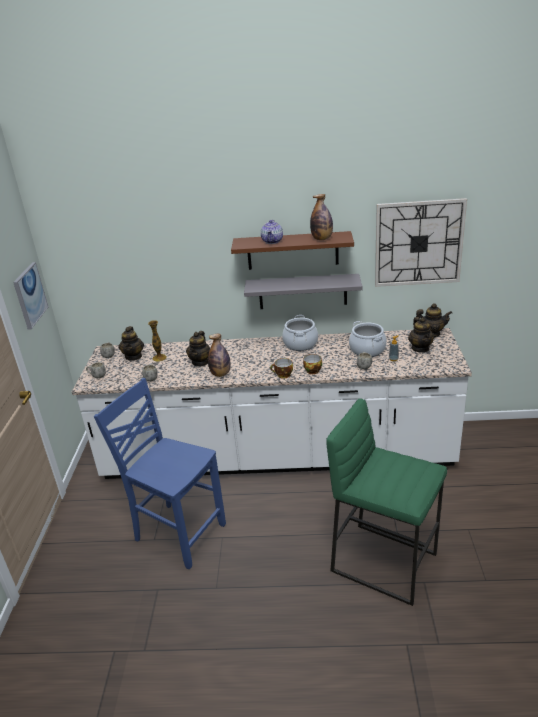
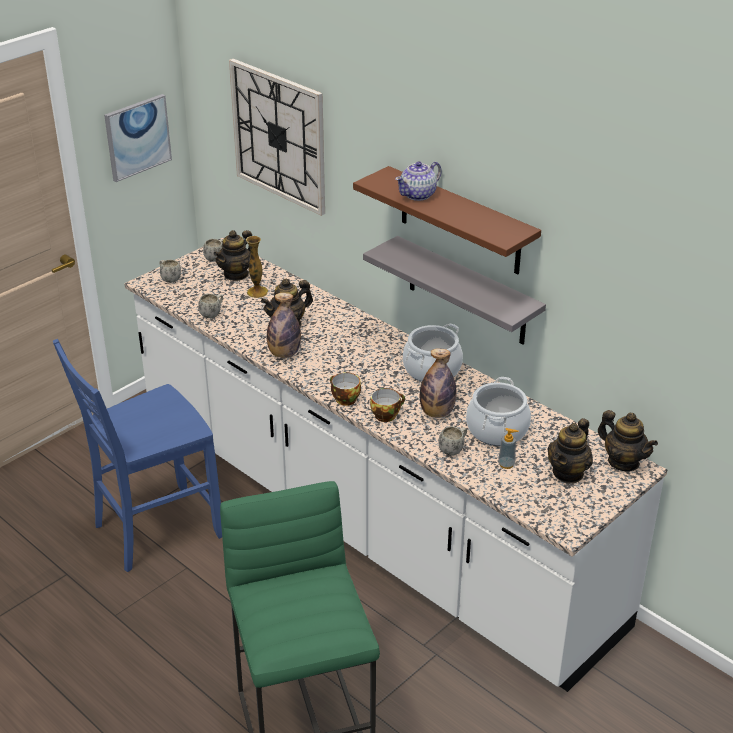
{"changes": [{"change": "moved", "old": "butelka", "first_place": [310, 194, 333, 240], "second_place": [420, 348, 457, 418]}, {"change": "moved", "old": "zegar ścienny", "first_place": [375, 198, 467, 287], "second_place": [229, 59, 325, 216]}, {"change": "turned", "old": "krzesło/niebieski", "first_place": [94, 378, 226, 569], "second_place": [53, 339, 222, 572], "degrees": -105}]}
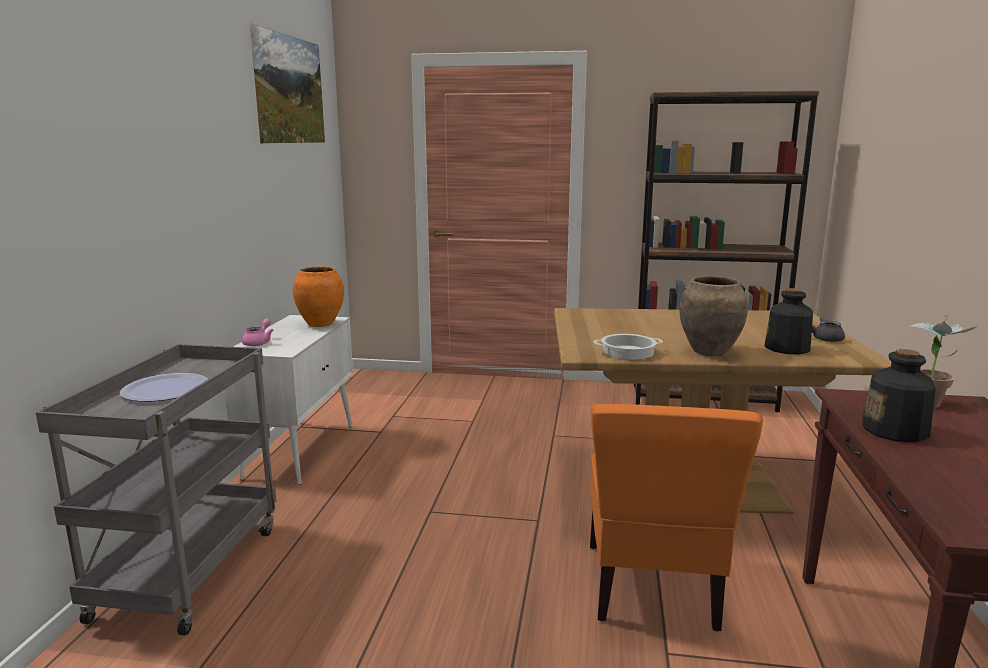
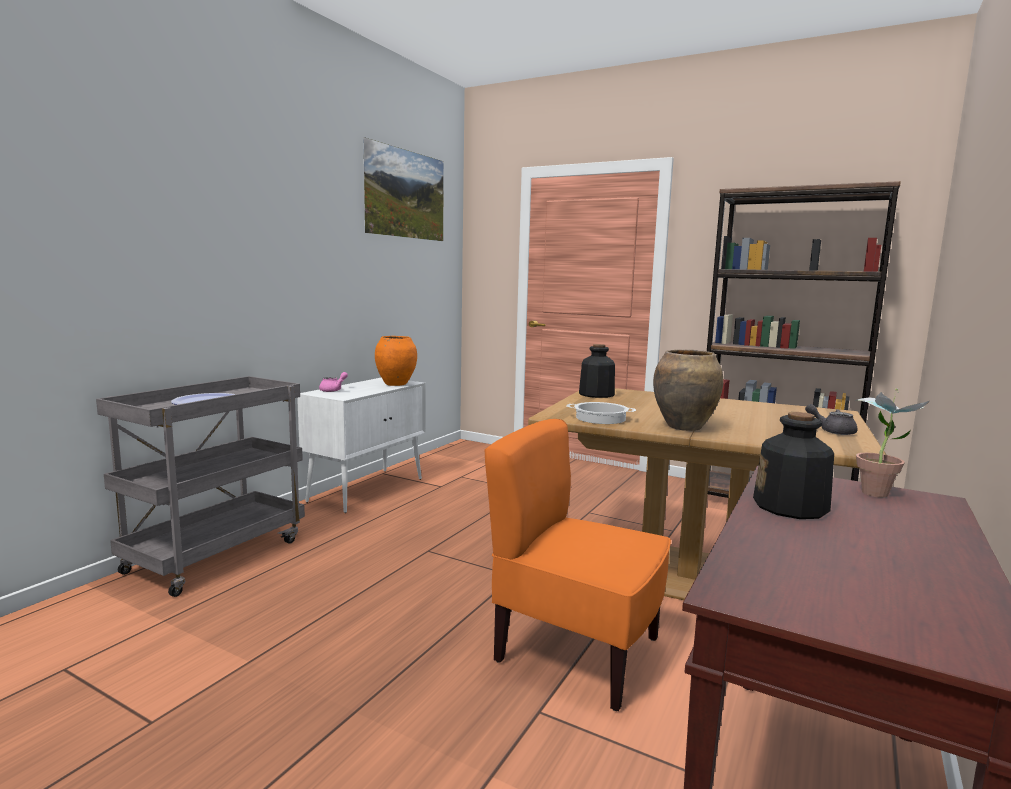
{"changes": [{"change": "moved", "old": "butelka", "first_place": [764, 288, 813, 354], "second_place": [579, 344, 615, 398]}, {"change": "turned", "old": "krzesło/pomarańczowy", "first_place": [590, 404, 763, 631], "second_place": [485, 419, 671, 711], "degrees": 90}]}
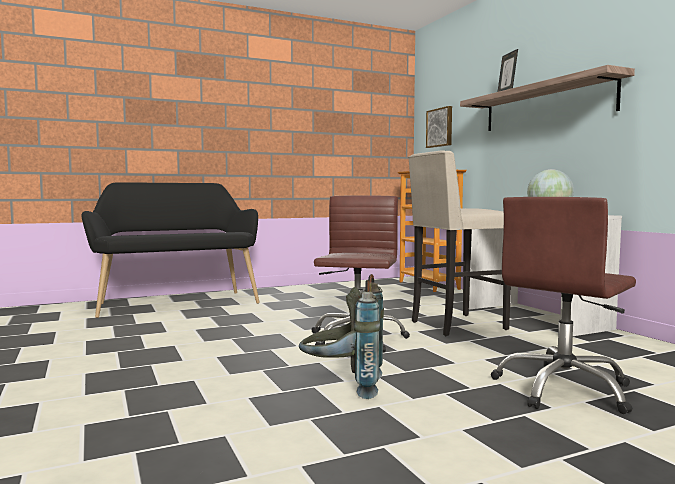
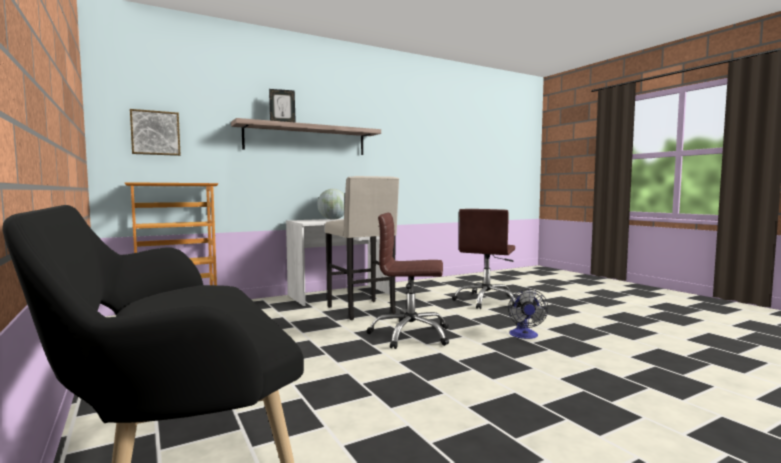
{"changes": [{"change": "replaced", "old": "plecak/szary", "new": "wentylator", "first_place": [299, 274, 384, 399], "second_place": [508, 289, 549, 339]}, {"change": "turned", "old": "krzesło biurowe/brązowy", "first_place": [491, 197, 636, 414], "second_place": [452, 209, 516, 309], "degrees": 75}]}
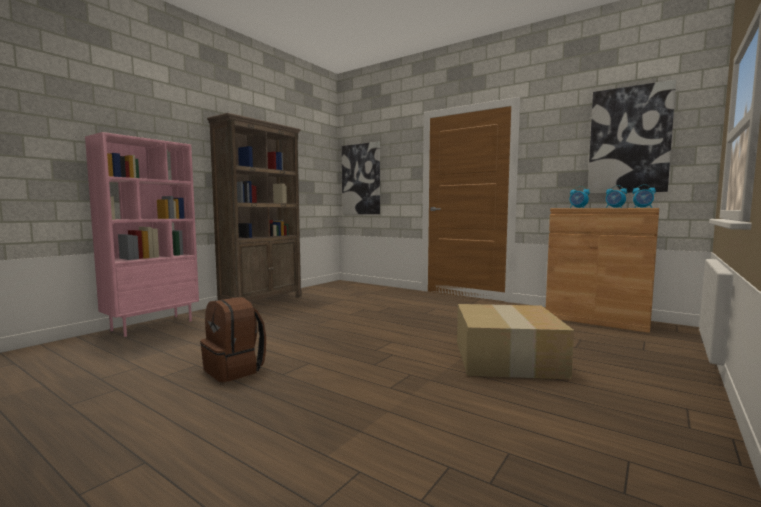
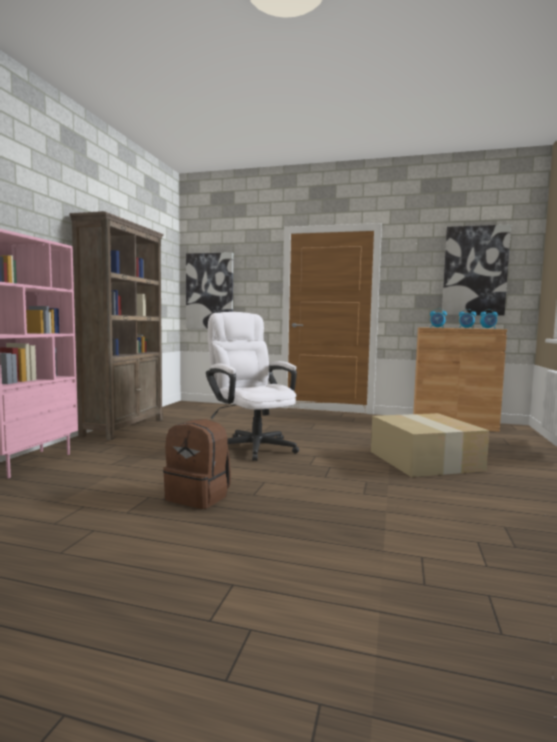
{"changes": [{"change": "added", "new": "krzesło biurowe/biały", "second_place": [206, 312, 299, 461]}]}
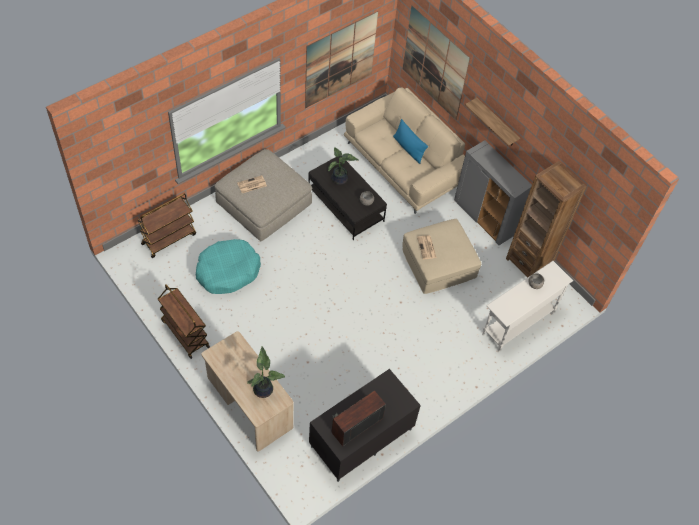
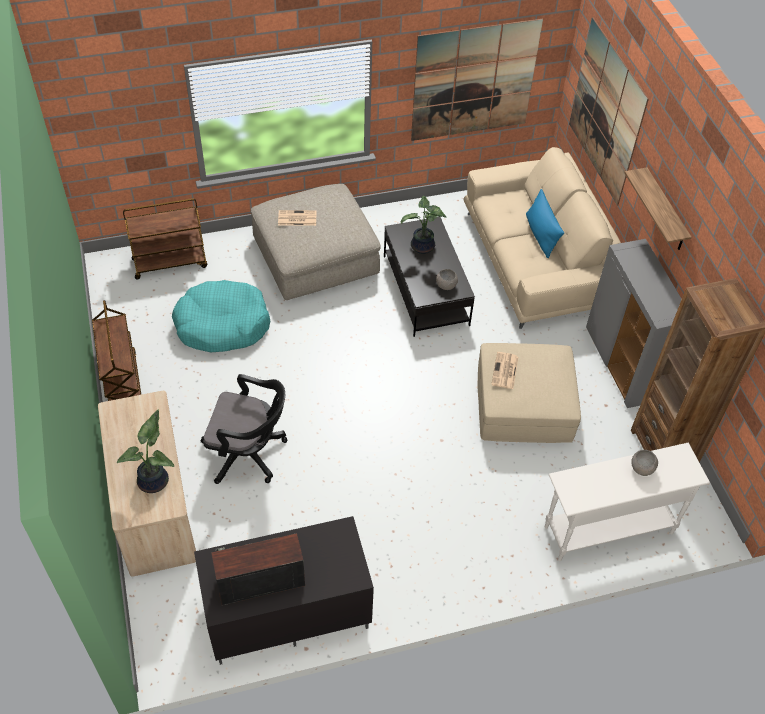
{"changes": [{"change": "added", "new": "krzesło biurowe/czarny", "second_place": [201, 374, 287, 484]}]}
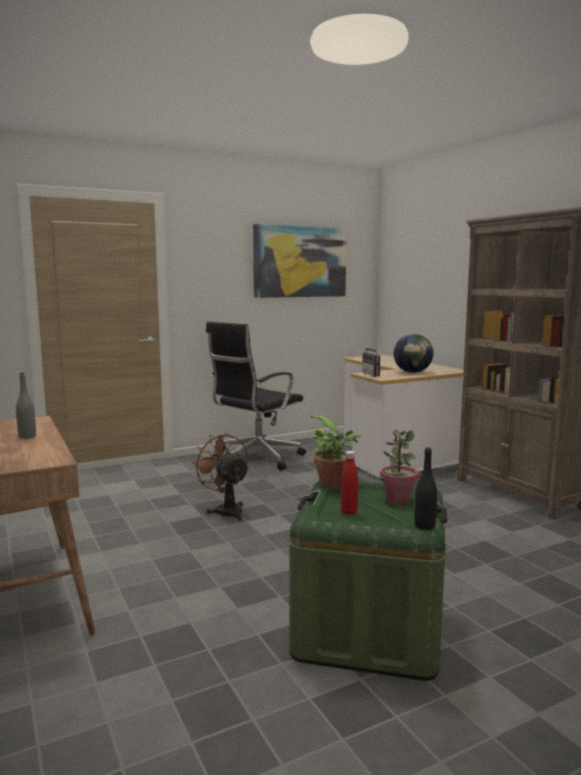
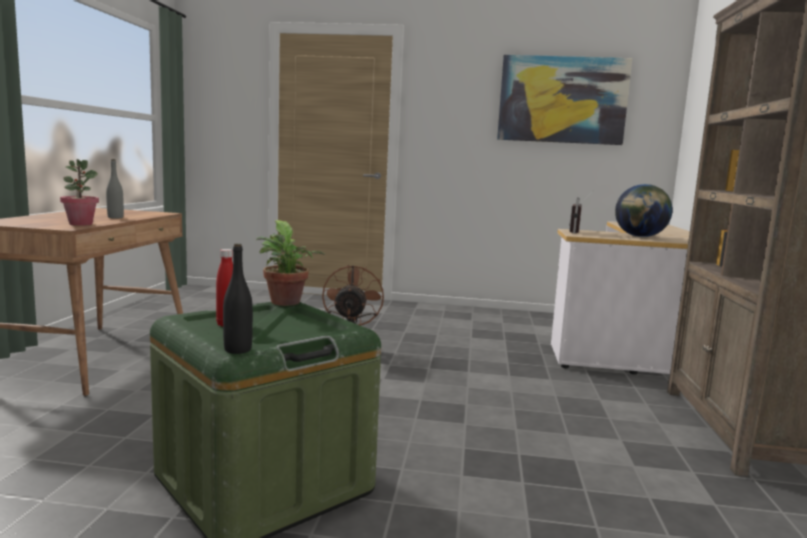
{"changes": [{"change": "removed", "old": "krzesło biurowe/czarny", "first_place": [206, 321, 306, 471]}, {"change": "moved", "old": "roślina doniczkowa", "first_place": [380, 430, 419, 504], "second_place": [60, 159, 99, 226]}]}
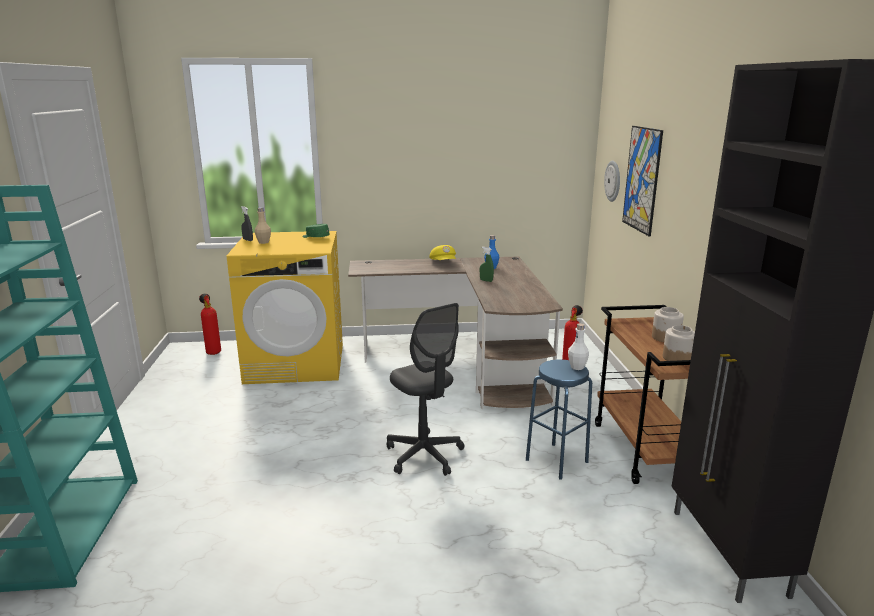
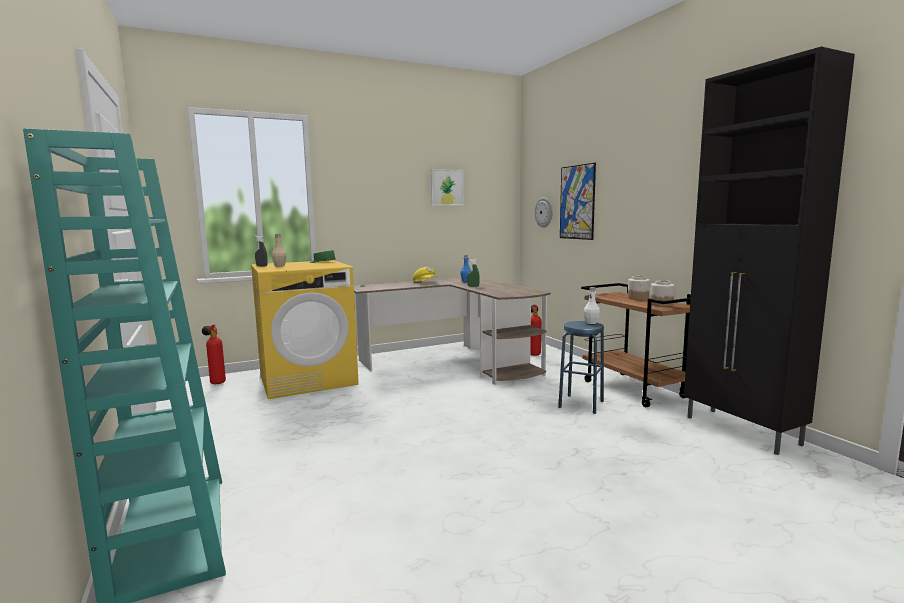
{"changes": [{"change": "removed", "old": "krzesło biurowe/szary", "first_place": [387, 303, 464, 476]}, {"change": "added", "new": "obraz", "second_place": [431, 169, 464, 205]}]}
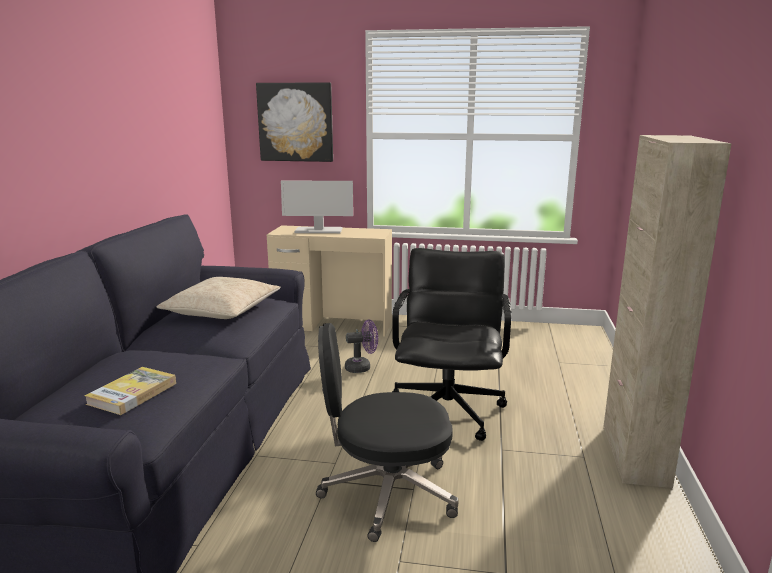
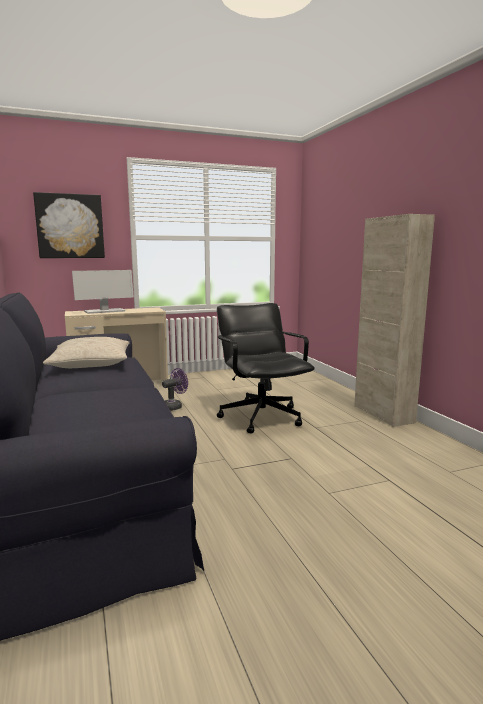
{"changes": [{"change": "removed", "old": "książka", "first_place": [84, 367, 176, 415]}, {"change": "removed", "old": "krzesło biurowe/czarny", "first_place": [316, 323, 459, 542]}]}
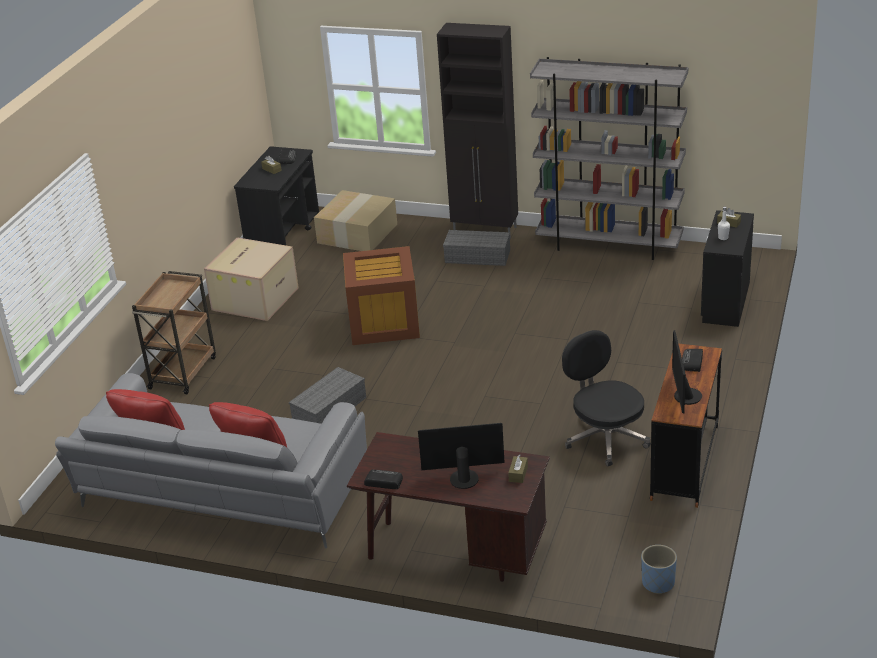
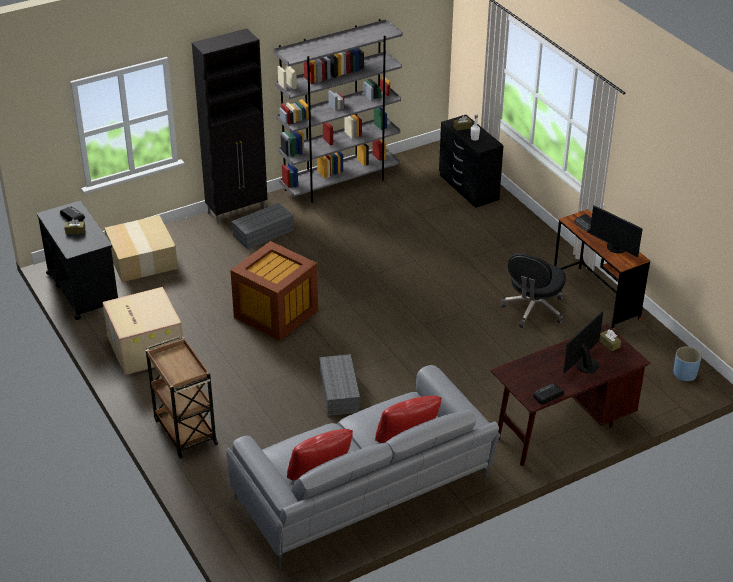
{"changes": [{"change": "turned", "old": "krzesło biurowe/czarny", "first_place": [562, 330, 651, 467], "second_place": [501, 253, 566, 328], "degrees": -75}]}
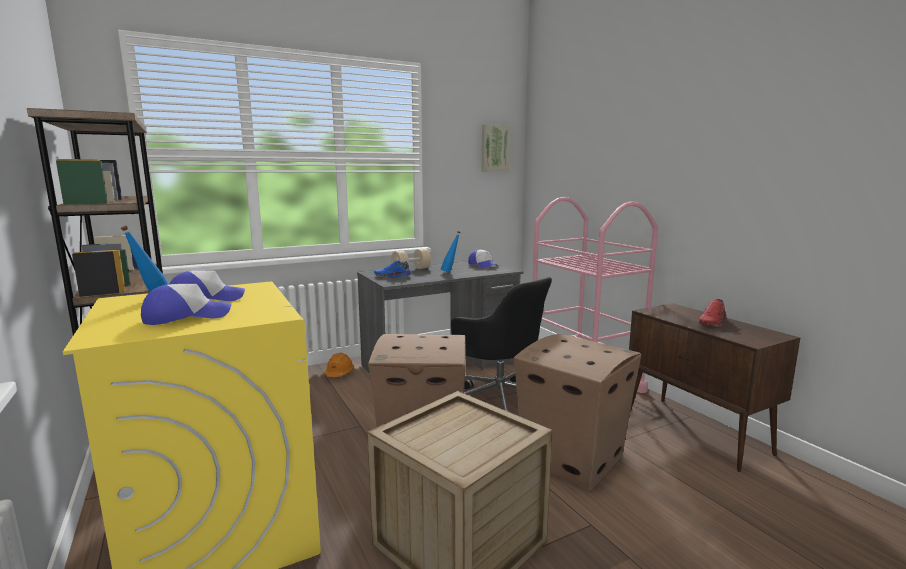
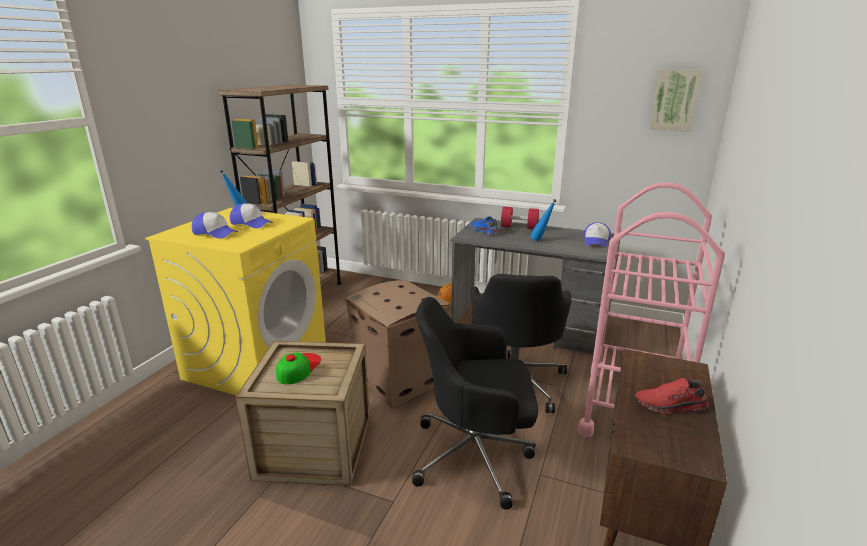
{"changes": [{"change": "added", "new": "czapka z daszkiem", "second_place": [276, 353, 321, 384]}, {"change": "replaced", "old": "karton", "new": "krzesło biurowe/czarny", "first_place": [514, 334, 641, 491], "second_place": [412, 297, 538, 509]}, {"change": "recoloured", "old": "hantel/beżowy", "new": "hantel/czerwony", "first_place": [391, 248, 431, 269], "second_place": [501, 207, 539, 229]}]}
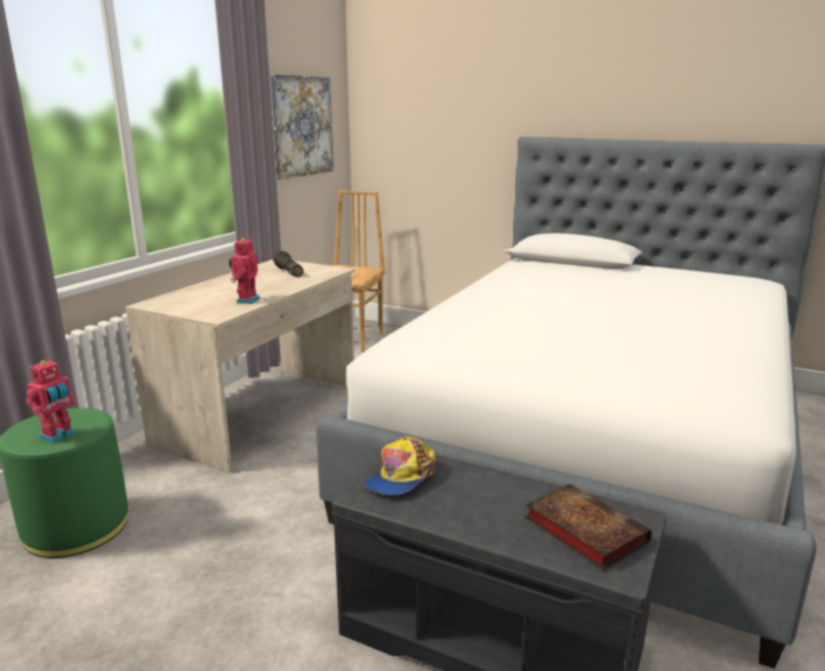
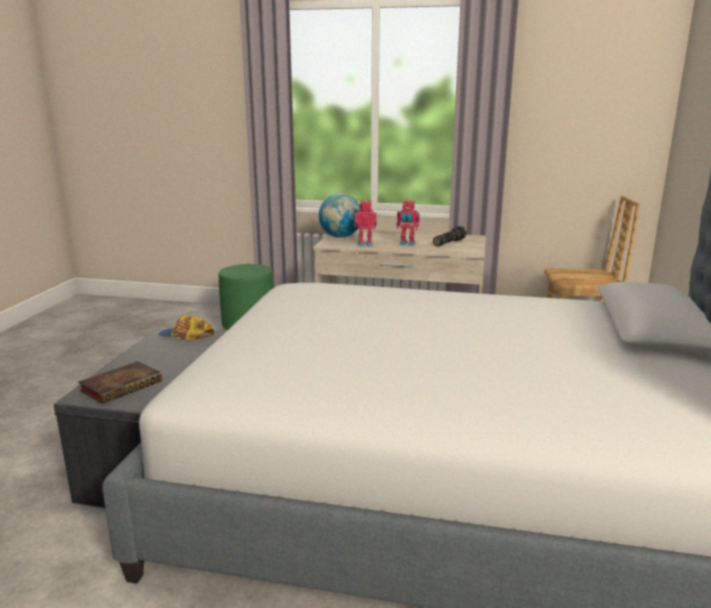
{"changes": [{"change": "removed", "old": "obraz", "first_place": [269, 74, 334, 180]}, {"change": "added", "new": "globus", "second_place": [319, 193, 360, 238]}, {"change": "moved", "old": "robot zabawkowy", "first_place": [26, 359, 77, 443], "second_place": [396, 199, 420, 246]}]}
